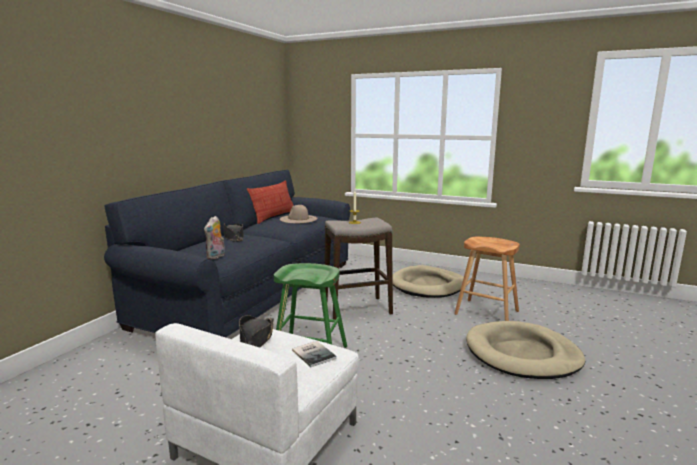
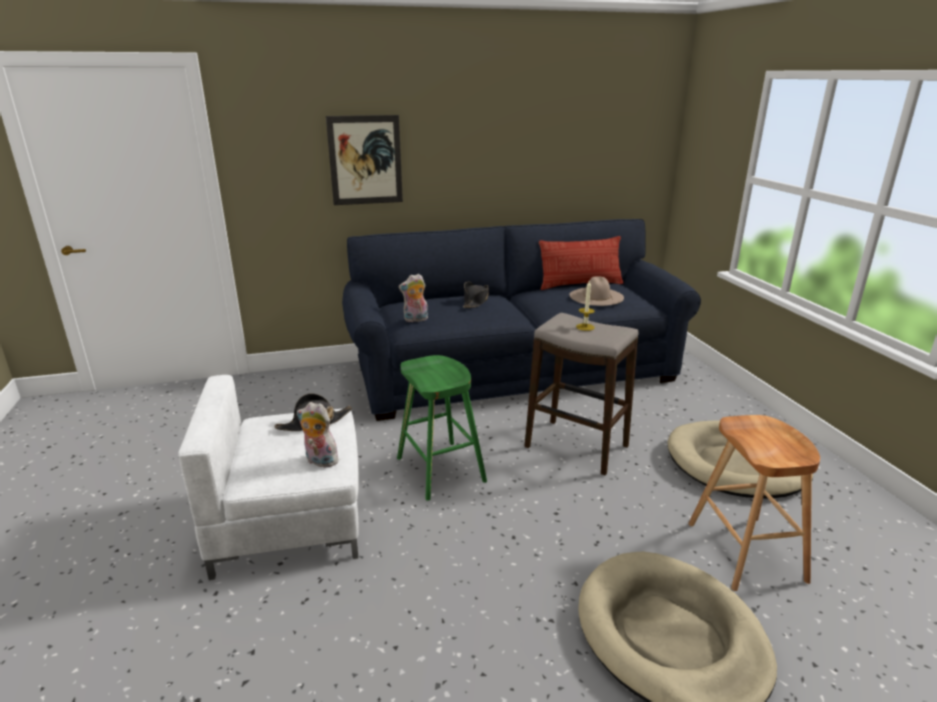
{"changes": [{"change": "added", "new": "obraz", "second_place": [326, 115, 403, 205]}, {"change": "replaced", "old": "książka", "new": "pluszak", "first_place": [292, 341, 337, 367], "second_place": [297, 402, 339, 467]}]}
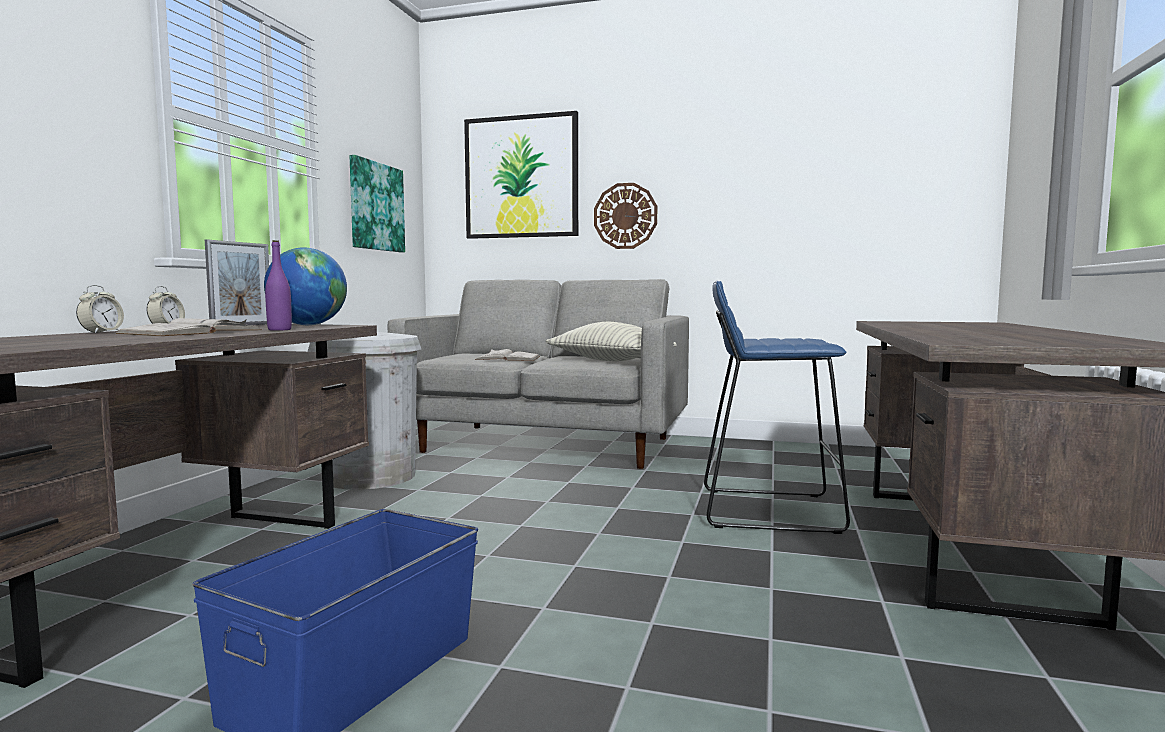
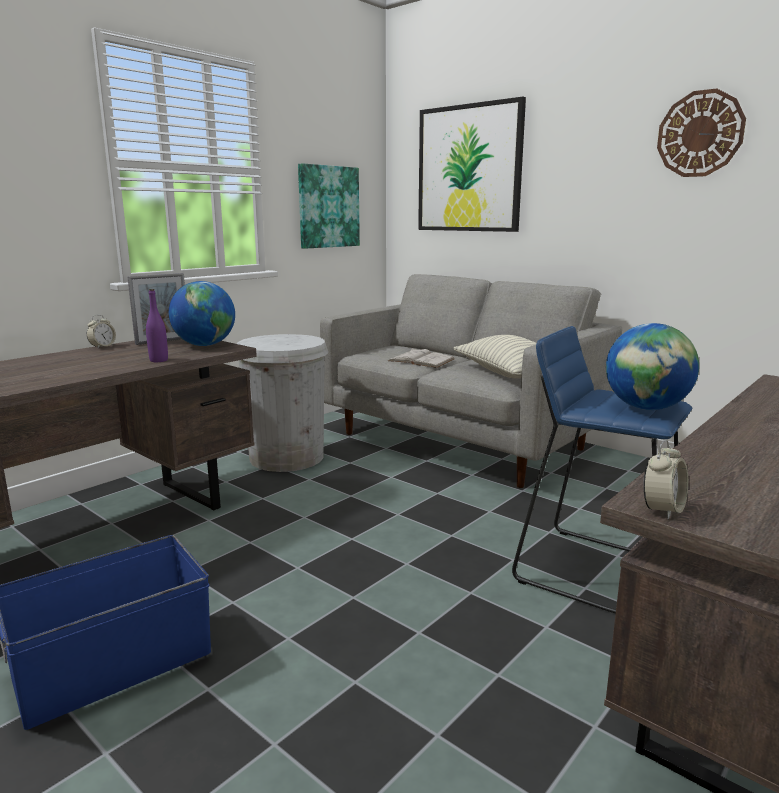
{"changes": [{"change": "removed", "old": "książka/biały", "first_place": [116, 318, 262, 336]}, {"change": "added", "new": "globus", "second_place": [606, 323, 699, 410]}, {"change": "moved", "old": "budzik", "first_place": [76, 285, 124, 333], "second_place": [643, 440, 688, 519]}, {"change": "moved", "old": "zegar ścienny", "first_place": [594, 183, 657, 249], "second_place": [657, 88, 746, 177]}]}
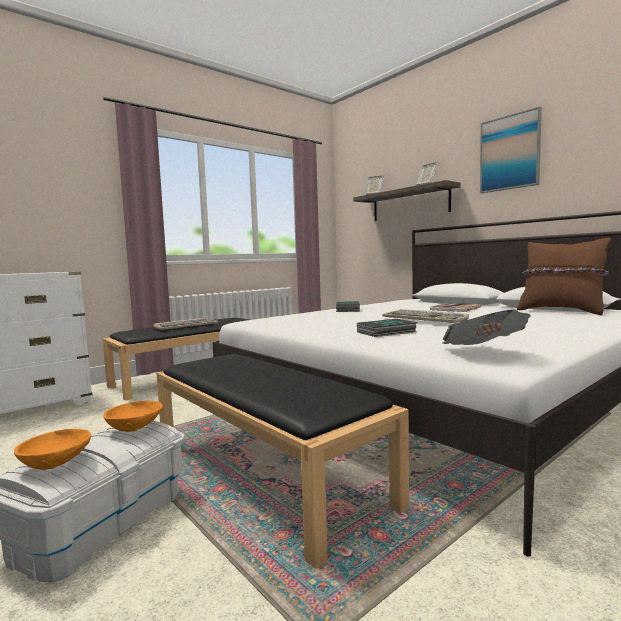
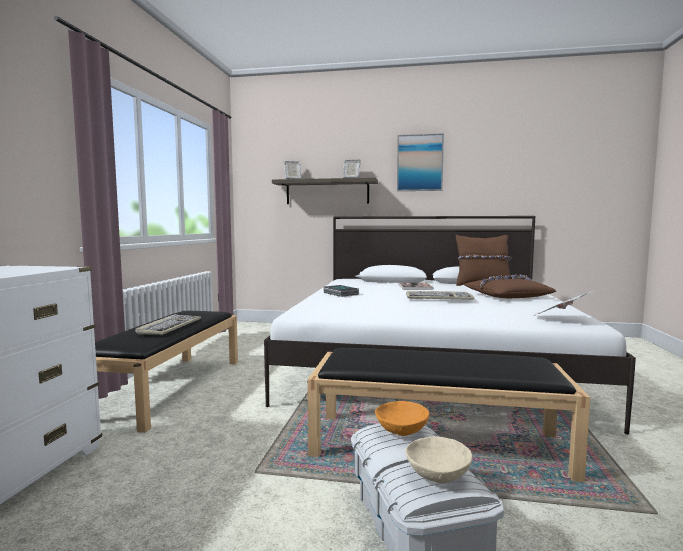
{"changes": [{"change": "removed", "old": "książka", "first_place": [357, 319, 418, 337]}, {"change": "added", "new": "poduszka/brązowy", "second_place": [464, 274, 556, 298]}, {"change": "recoloured", "old": "miska/pomarańczowy", "new": "miska/beżowy", "first_place": [14, 429, 91, 470], "second_place": [405, 436, 472, 483]}]}
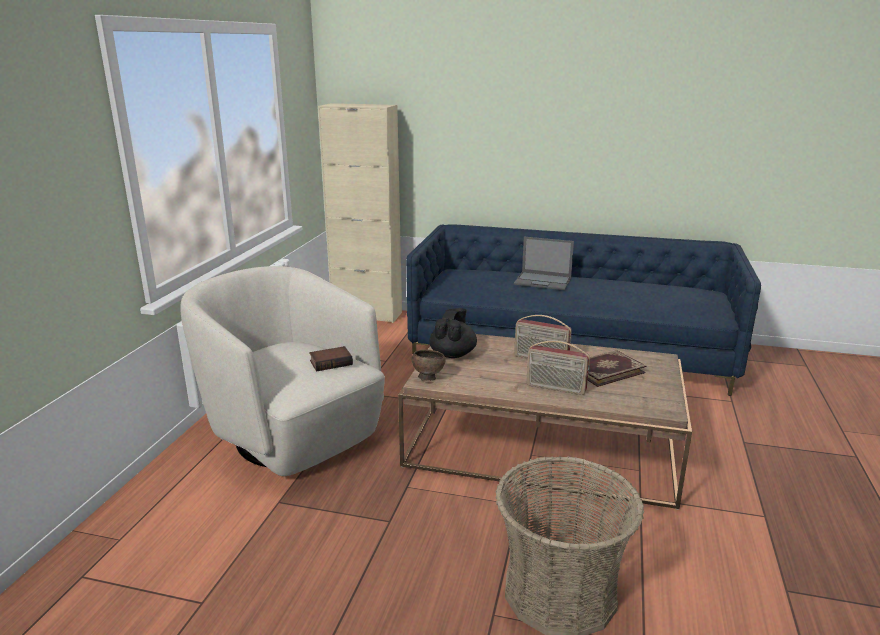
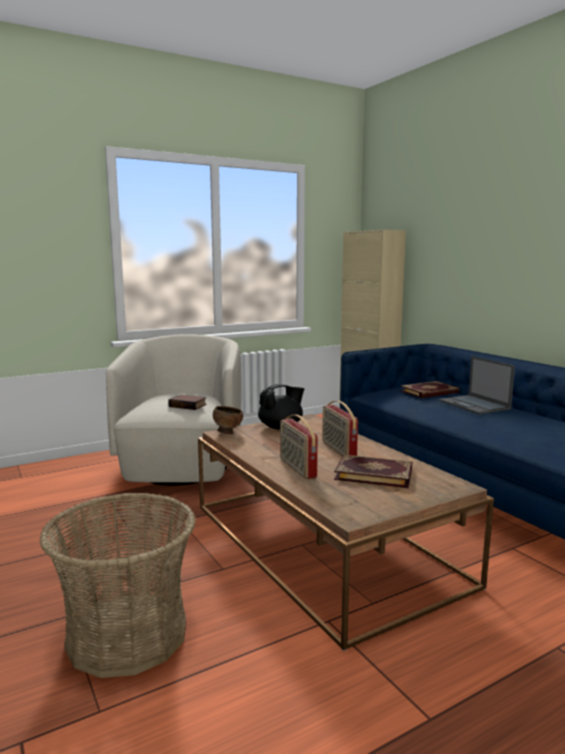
{"changes": [{"change": "added", "new": "książka", "second_place": [401, 381, 459, 398]}]}
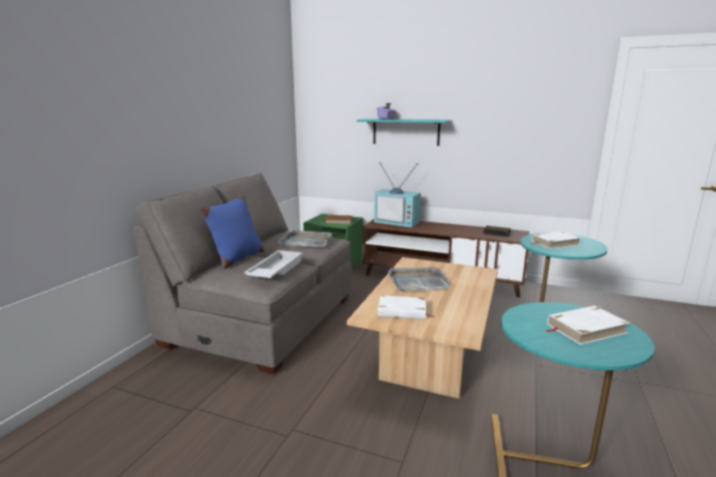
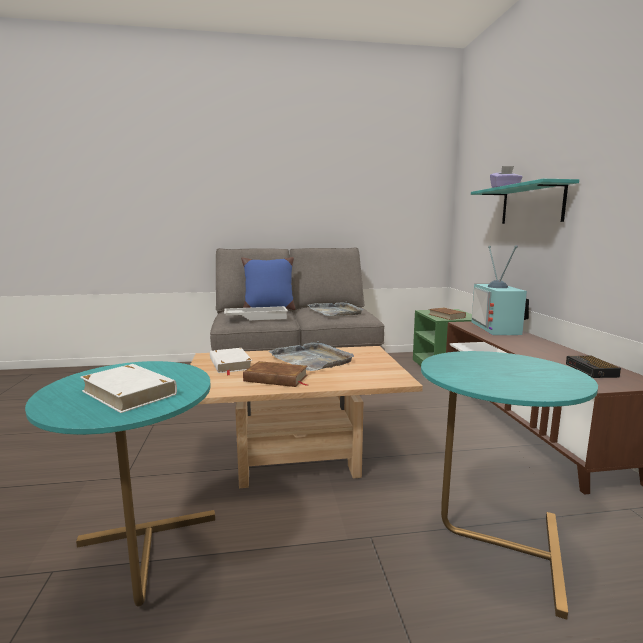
{"changes": [{"change": "removed", "old": "książka/biały", "first_place": [531, 232, 581, 249]}, {"change": "added", "new": "książka/brązowy", "second_place": [243, 361, 308, 387]}]}
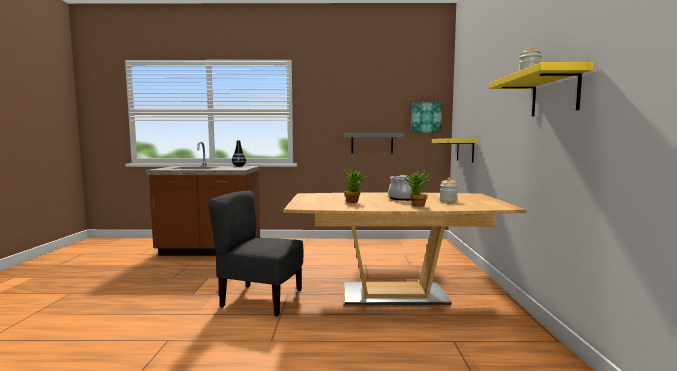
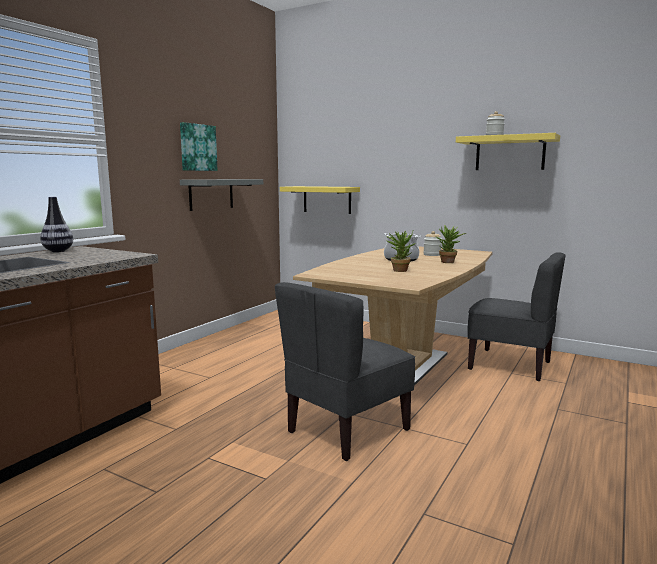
{"changes": [{"change": "added", "new": "krzesło/szary", "second_place": [468, 252, 566, 381]}, {"change": "moved", "old": "obraz", "first_place": [411, 102, 442, 133], "second_place": [180, 122, 218, 171]}]}
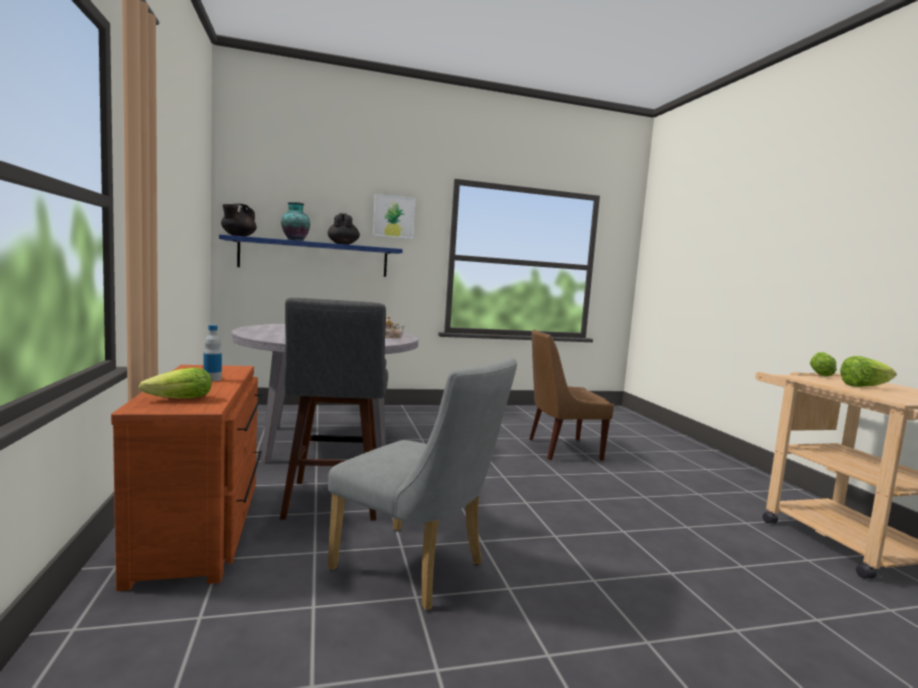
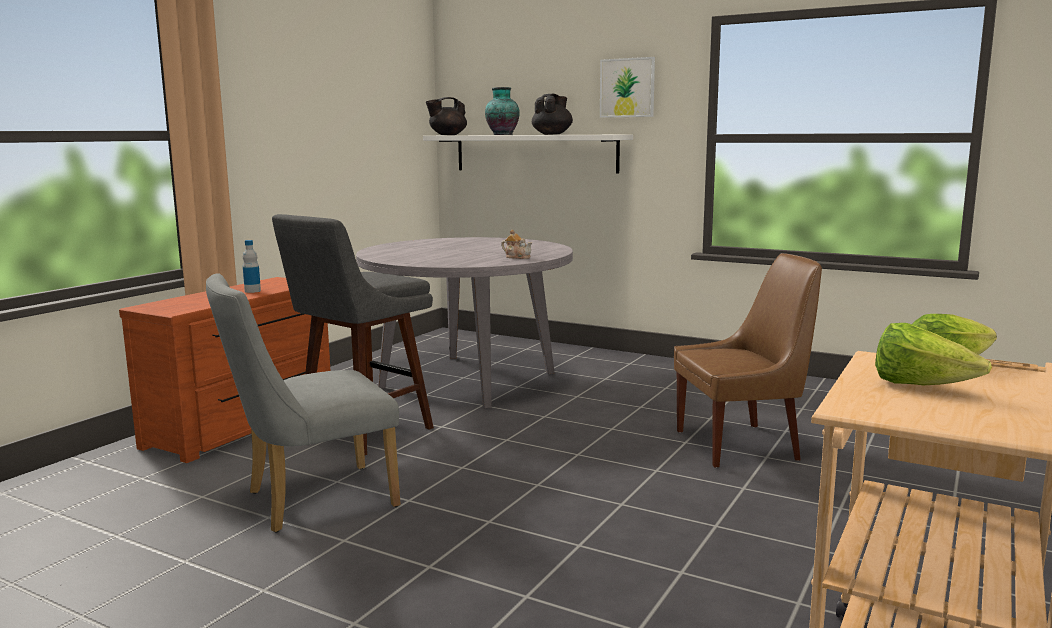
{"changes": [{"change": "removed", "old": "sałata", "first_place": [139, 368, 211, 398]}, {"change": "recoloured", "old": "półka/niebieski", "new": "półka/biały", "first_place": [219, 234, 403, 277], "second_place": [423, 134, 633, 173]}, {"change": "turned", "old": "krzesło/szary", "first_place": [328, 357, 517, 610], "second_place": [206, 273, 400, 532], "degrees": 75}, {"change": "turned", "old": "krzesło/brązowy", "first_place": [529, 329, 614, 461], "second_place": [674, 253, 822, 468], "degrees": 135}]}
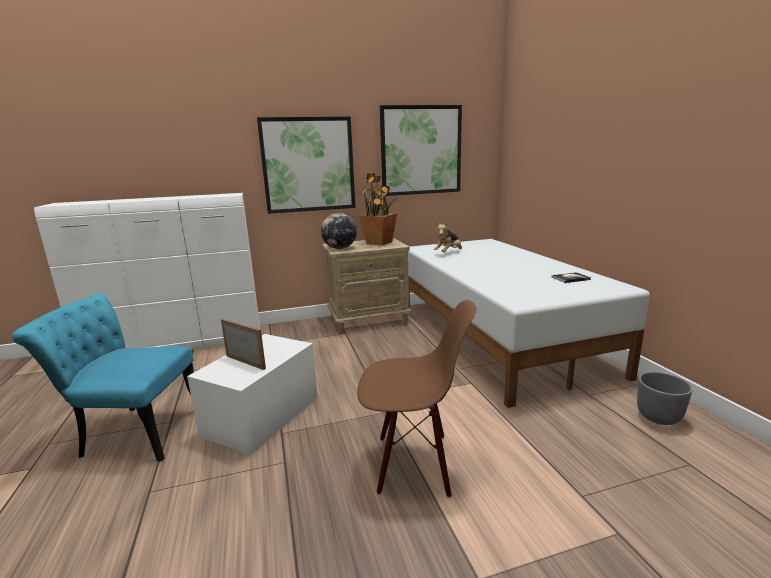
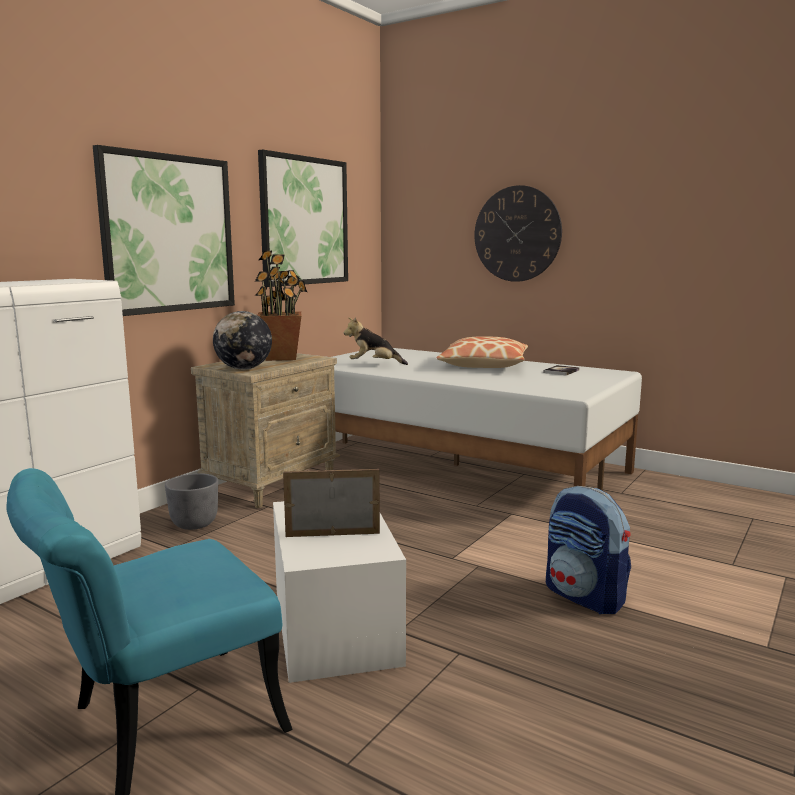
{"changes": [{"change": "added", "new": "poduszka", "second_place": [436, 337, 528, 368]}, {"change": "added", "new": "zegar ścienny", "second_place": [474, 185, 562, 282]}, {"change": "moved", "old": "donica/szary", "first_place": [637, 372, 693, 425], "second_place": [165, 473, 218, 530]}, {"change": "replaced", "old": "krzesło/brązowy", "new": "plecak", "first_place": [357, 300, 476, 498], "second_place": [546, 486, 631, 614]}, {"change": "turned", "old": "pluszak", "first_place": [434, 222, 462, 252], "second_place": [343, 317, 408, 365], "degrees": 90}]}
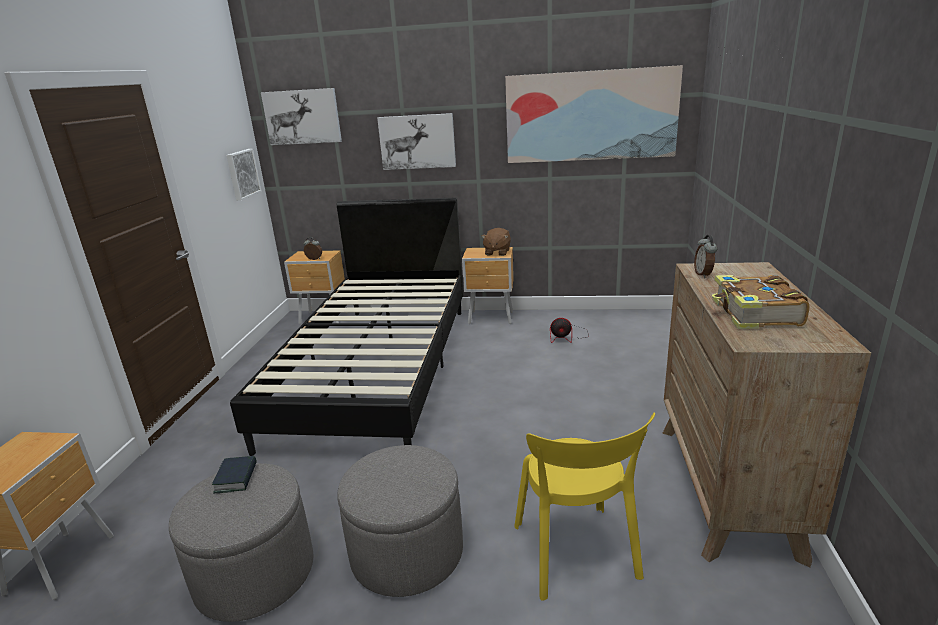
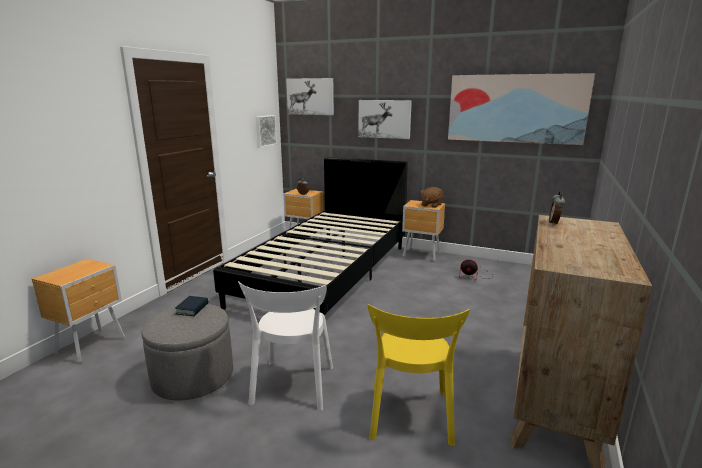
{"changes": [{"change": "removed", "old": "książka", "first_place": [712, 275, 810, 329]}, {"change": "replaced", "old": "pufa/szary", "new": "krzesło/biały", "first_place": [337, 445, 463, 597], "second_place": [238, 281, 333, 411]}]}
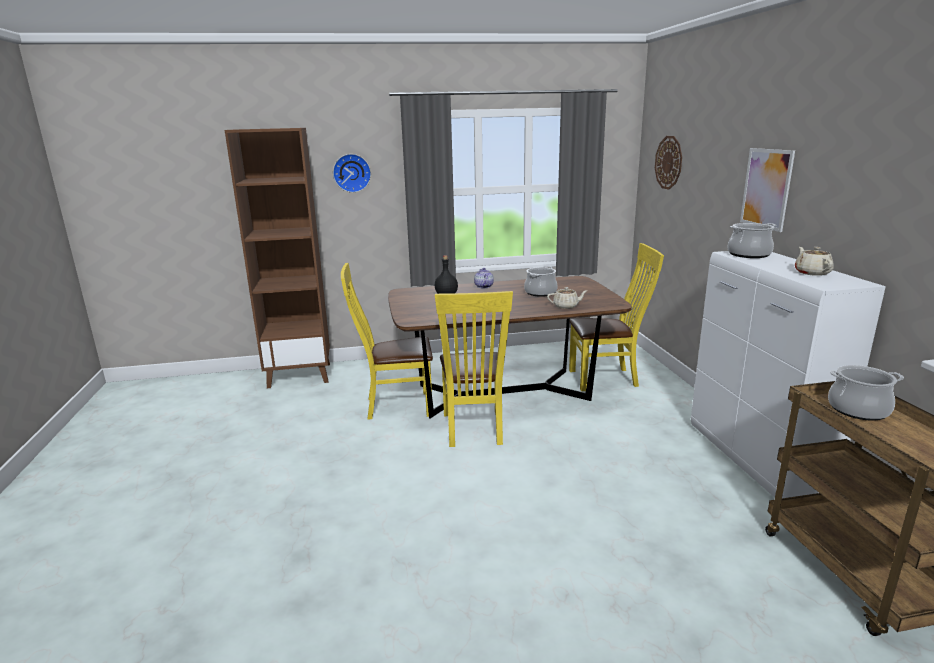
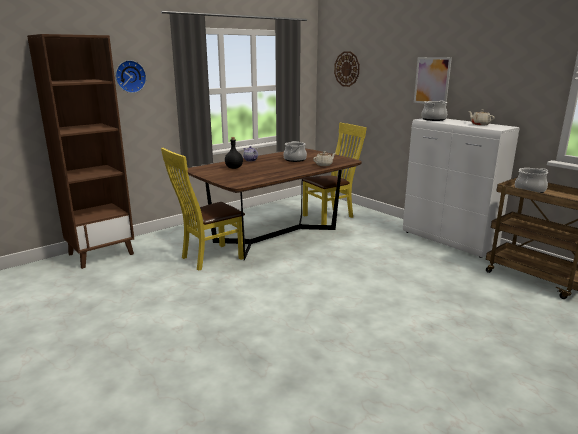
{"changes": [{"change": "removed", "old": "krzesło/żółty", "first_place": [435, 291, 513, 447]}]}
